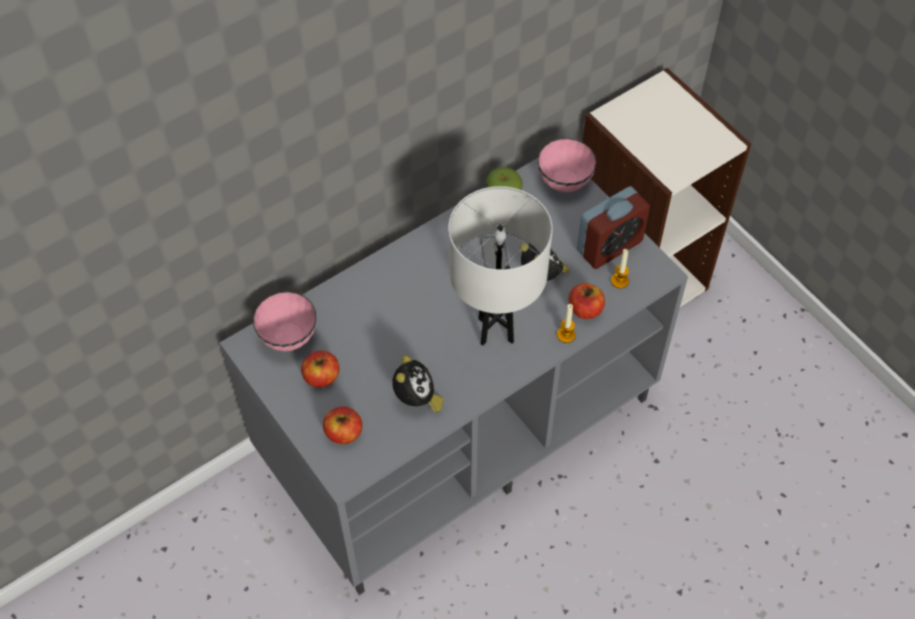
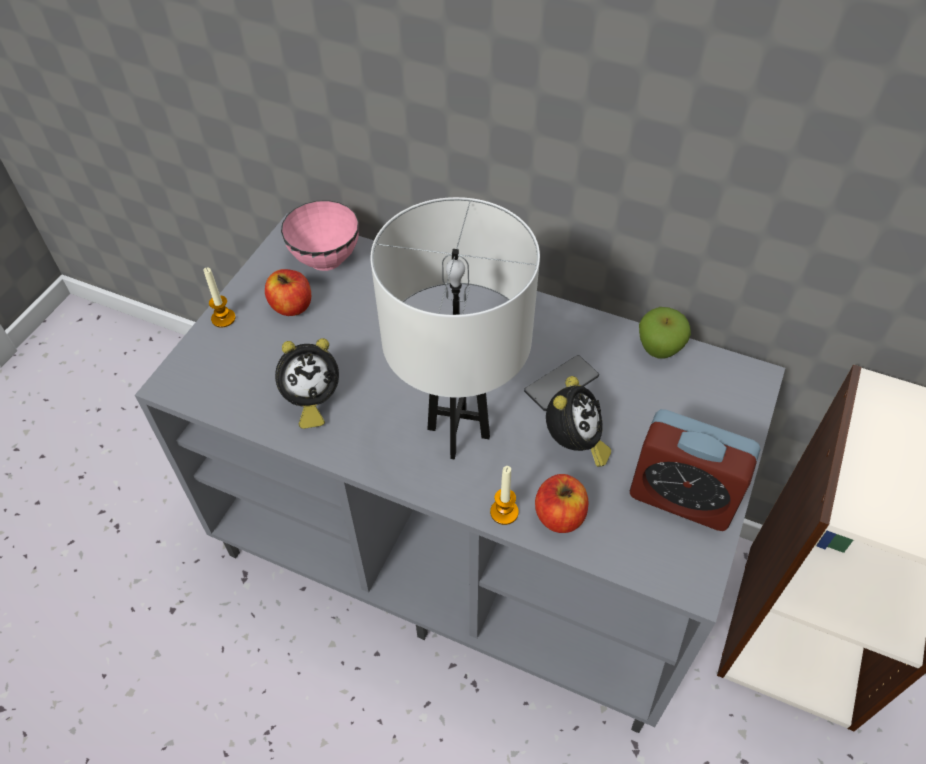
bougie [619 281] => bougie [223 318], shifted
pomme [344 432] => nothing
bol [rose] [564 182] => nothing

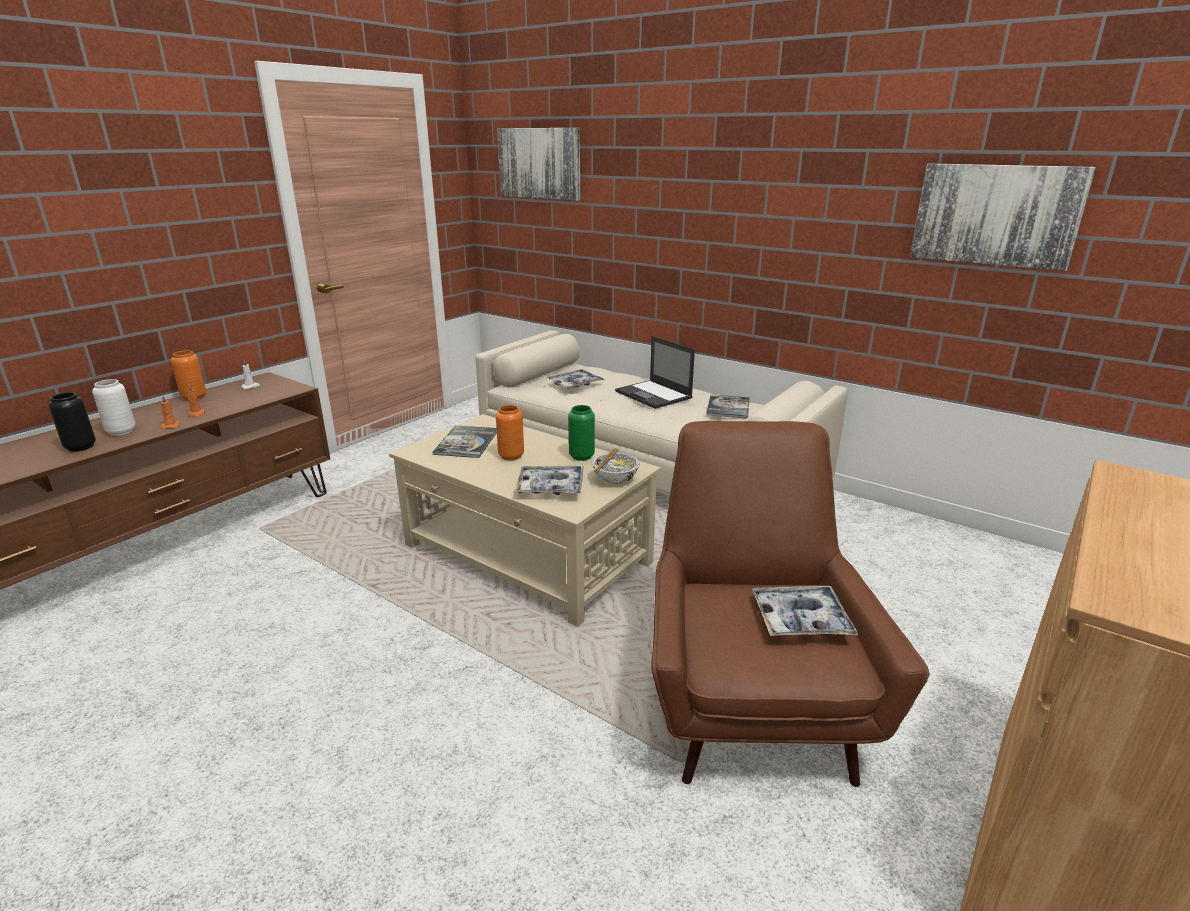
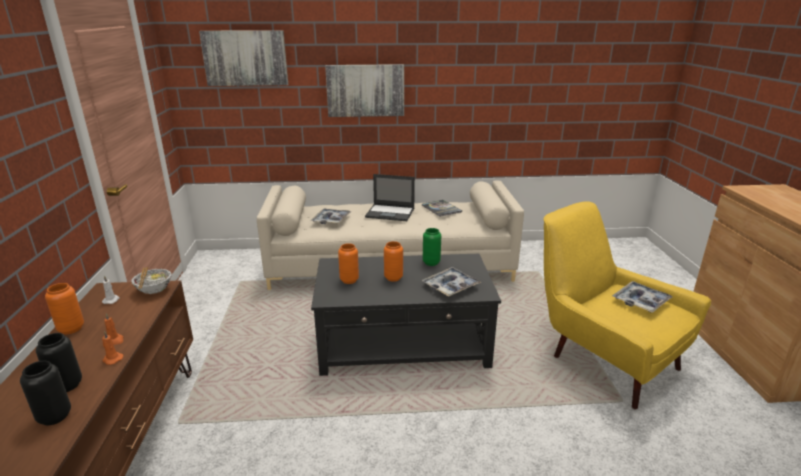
vase [blanc] [121 432] => vase [noir] [67 385]
bol [614 479] => bol [154 290], shifted
table basse [beige] [527 555] => table basse [noir] [404 344]
tableau [996 215] => tableau [365 90], shifted
livre [466 442] => vase [orange] [349 280]
fauteuil [marron] [750 698] => fauteuil [jaune] [603 358]

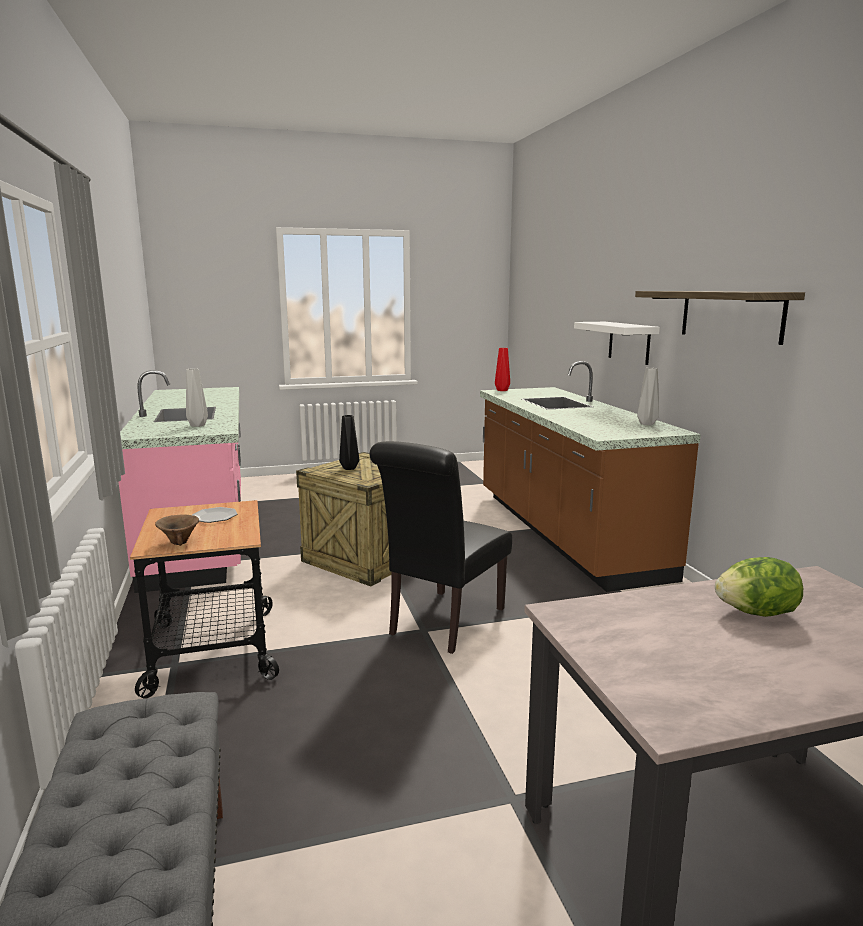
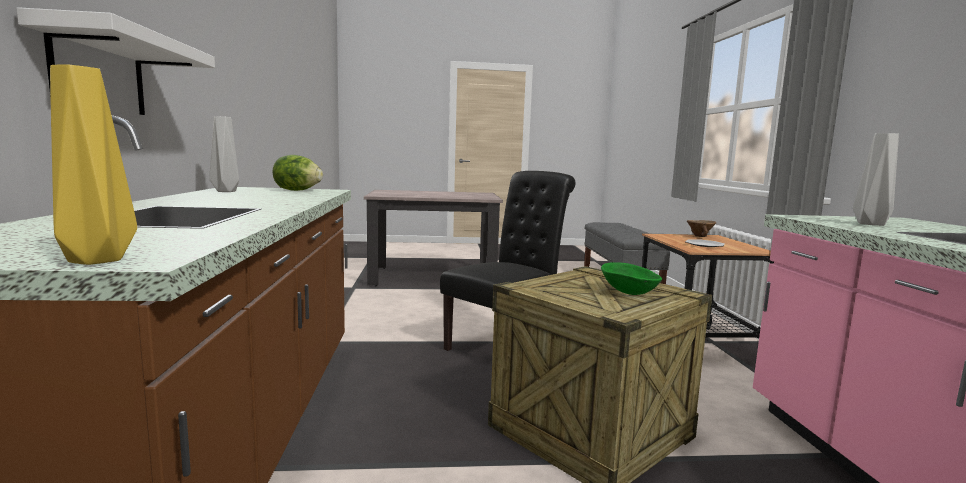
vase [rouge] [501 390] => vase [jaune] [101 260]
laitue [756 613] => laitue [297 190], shifted
vase [noir] [349 468] => bol [vert] [629 293]
étagère [730 315] => nothing

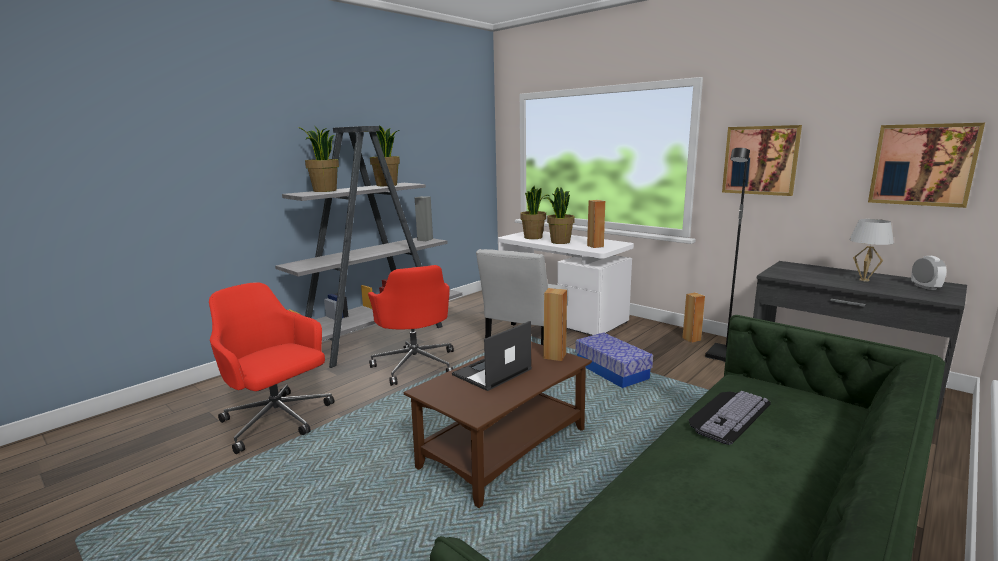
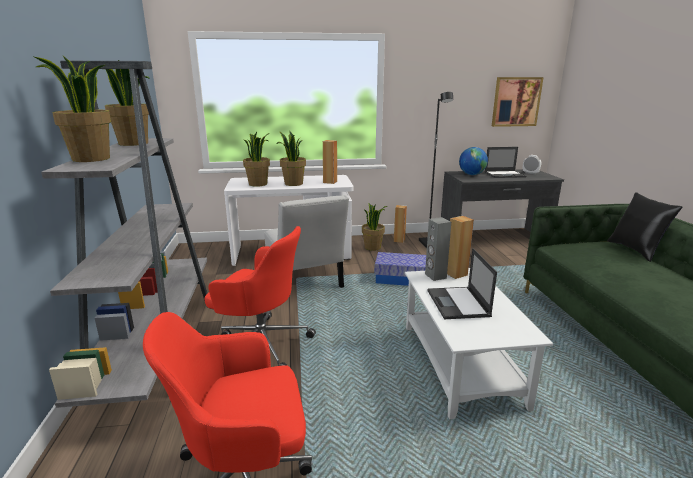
nothing => plante en pot [373 247]
table basse [marron] [504 449] => table basse [blanc] [461 365]
enceinte [gris] [425 239] => enceinte [gris] [435 276], shifted
nothing => globe [471 174]
lampe de table [blanc] [864 280] => ordinateur portable [505 174]
nothing => coussin [noir] [636 250]
clavier [727 414] => nothing
tableau [760 160] => nothing

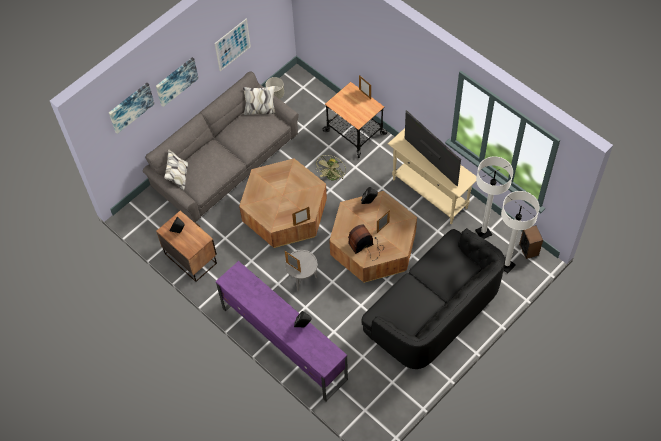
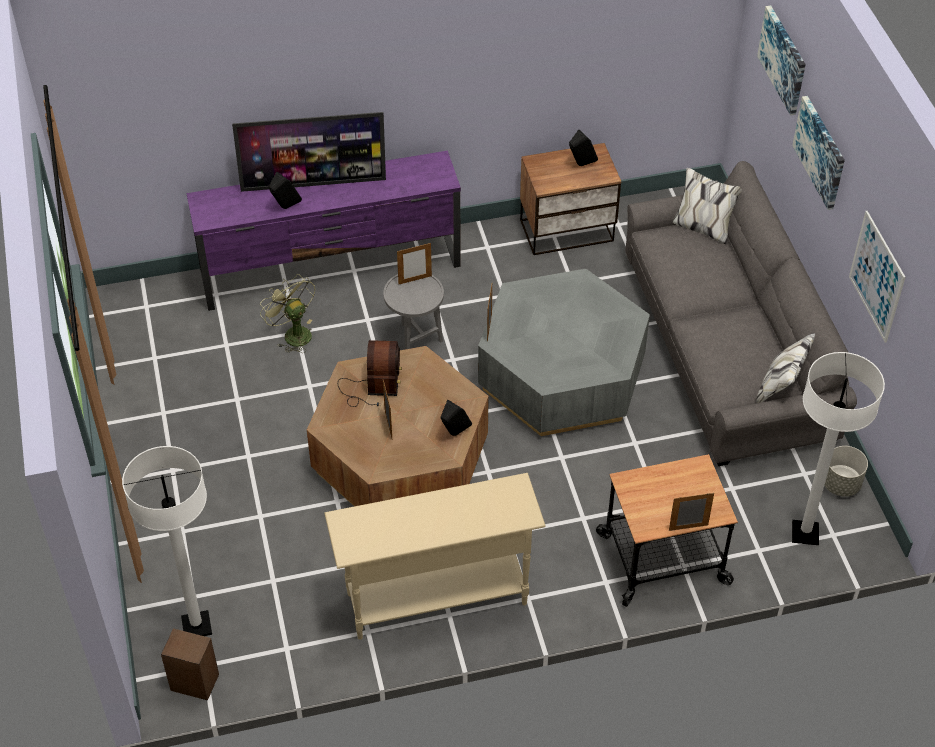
téléviseur [429 162] => téléviseur [313 184], shifted
ventilateur [vert] [332 177] => ventilateur [vert] [293 333], shifted
table basse [marron] [285 212] => table basse [gris] [561 375]
lampadaire [blanc] [483 232] => lampadaire [blanc] [805 533], shifted
canapé [noir] [433 311] => nothing

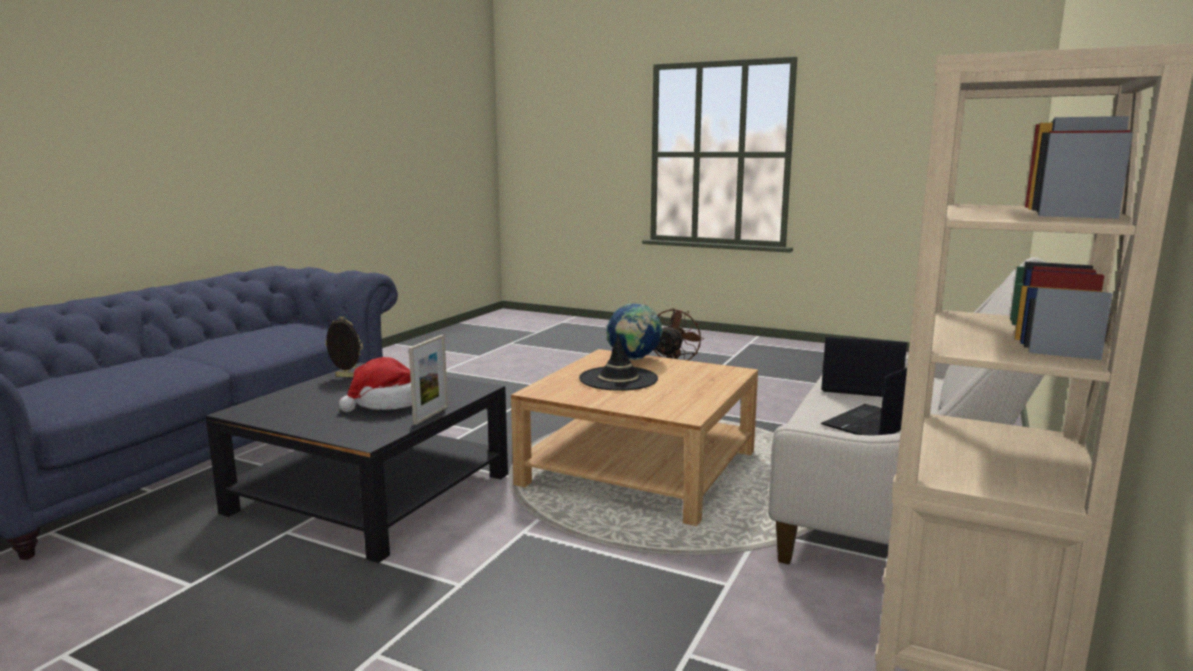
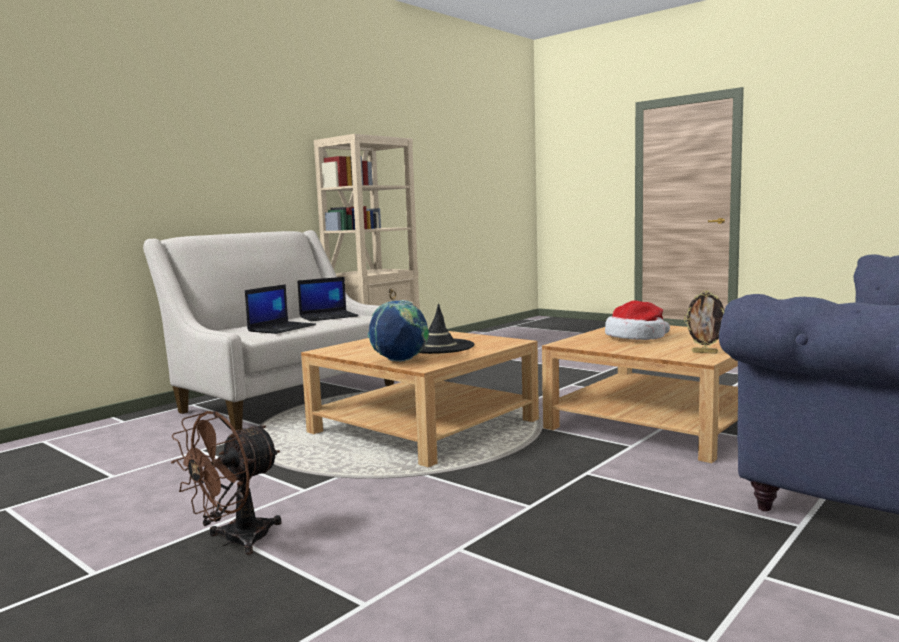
ordinateur portable [858 387] => ordinateur portable [282 328], 90 degrees counterclockwise
table basse [noir] [371 493] => table basse [beige] [659 421]
cadre photo [431 415] => nothing

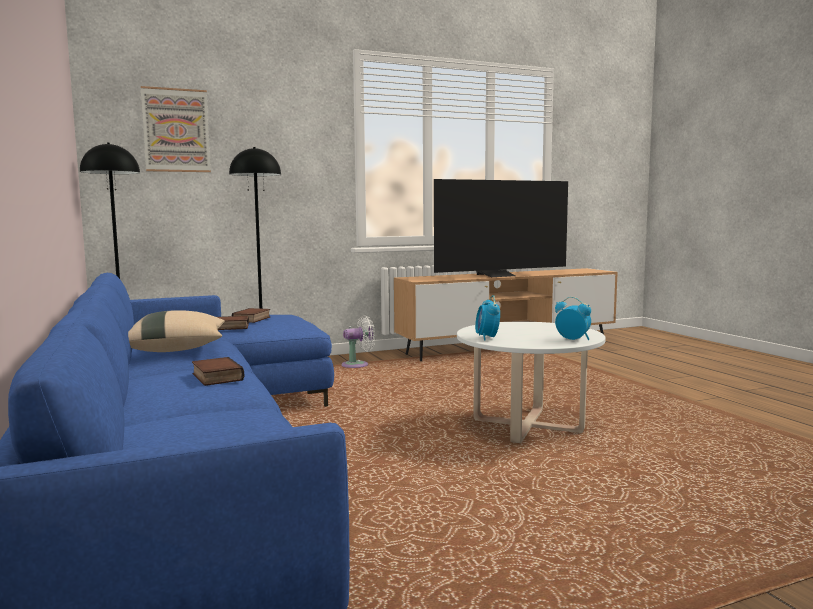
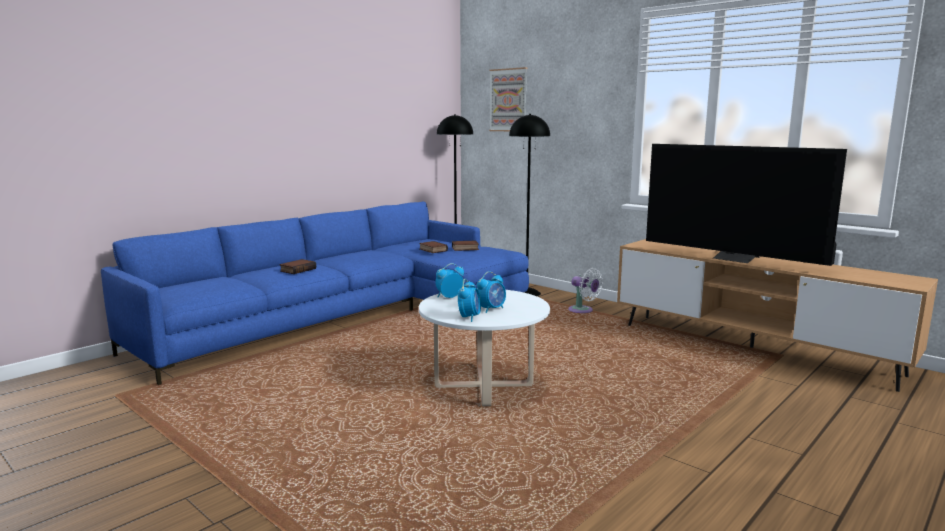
nothing => réveil [491 309]
coussin [beige] [178 349] => nothing

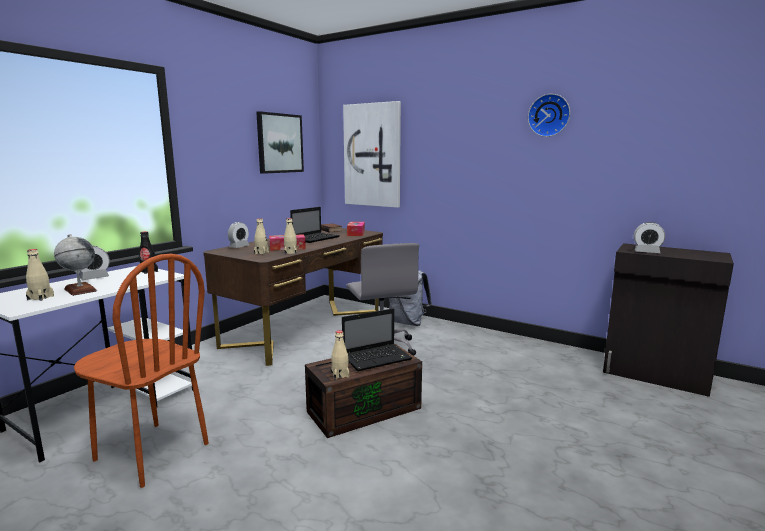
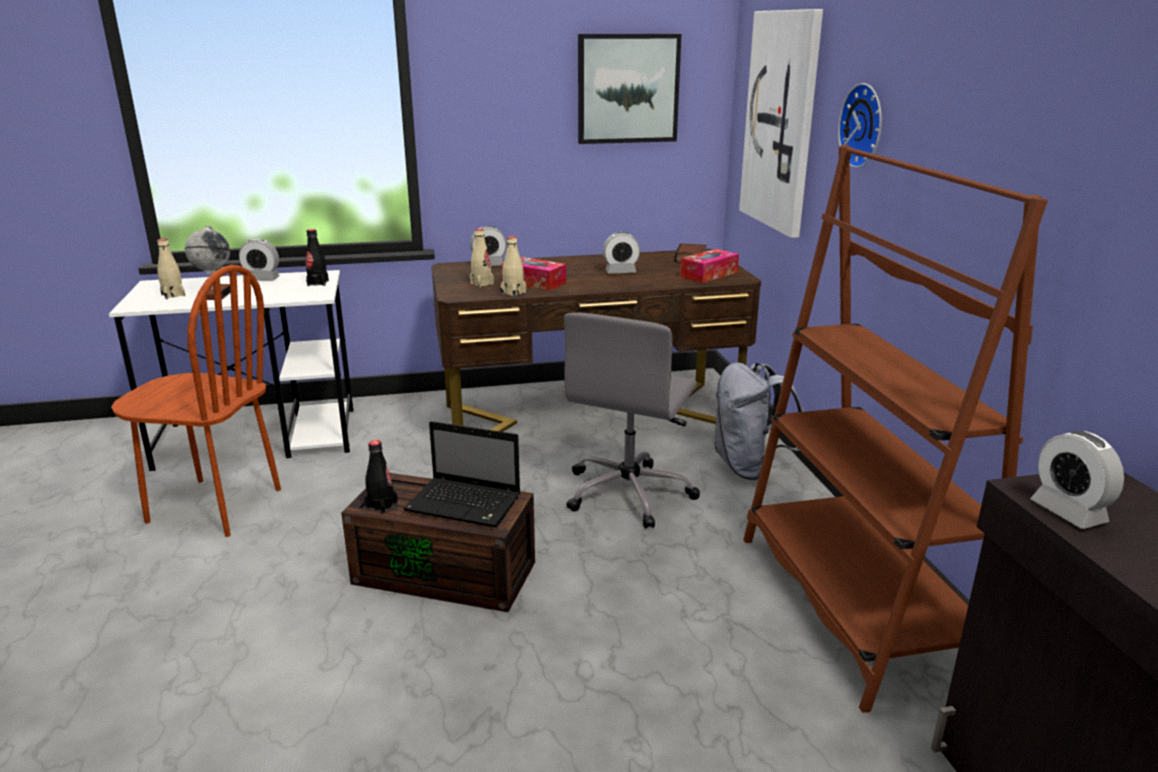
chaise [marron] [151 452] => chaise [marron] [214 506], 60 degrees counterclockwise
bouteille [beige] [340 375] => bouteille [noir] [381 506]
ordinateur portable [316 238] => réveil [620 272]
nothing => bibliothèque [marron] [854 604]
horloge murale [549 115] => horloge murale [865 126], shifted

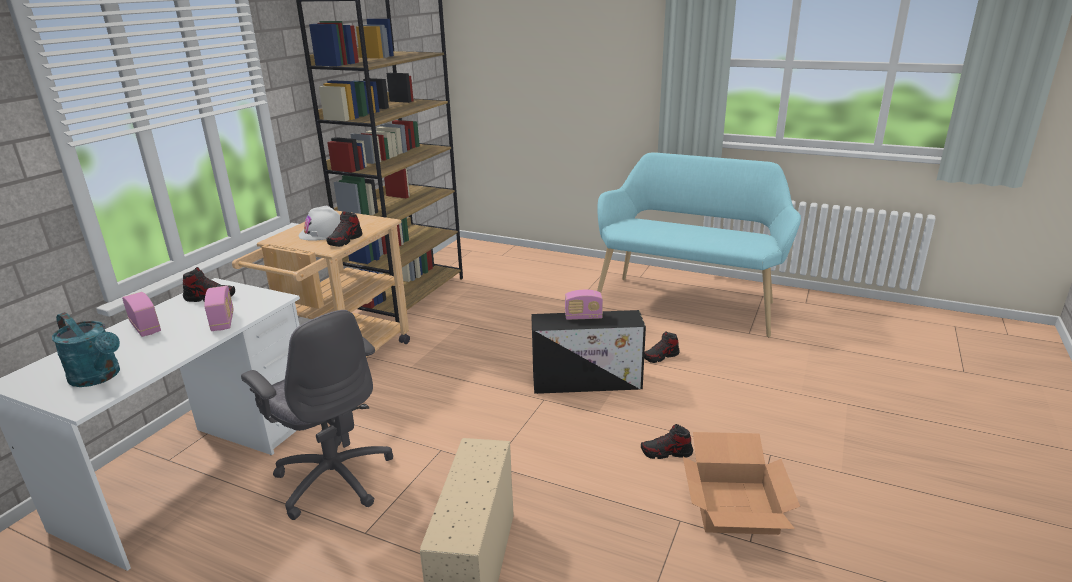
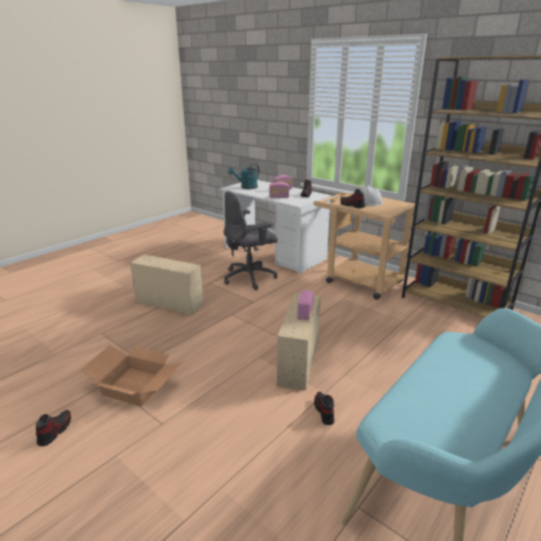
chaussure [666 453] => chaussure [55 431], shifted
boîte de rangement [noir] [588 381] => boîte de rangement [beige] [299 362]

